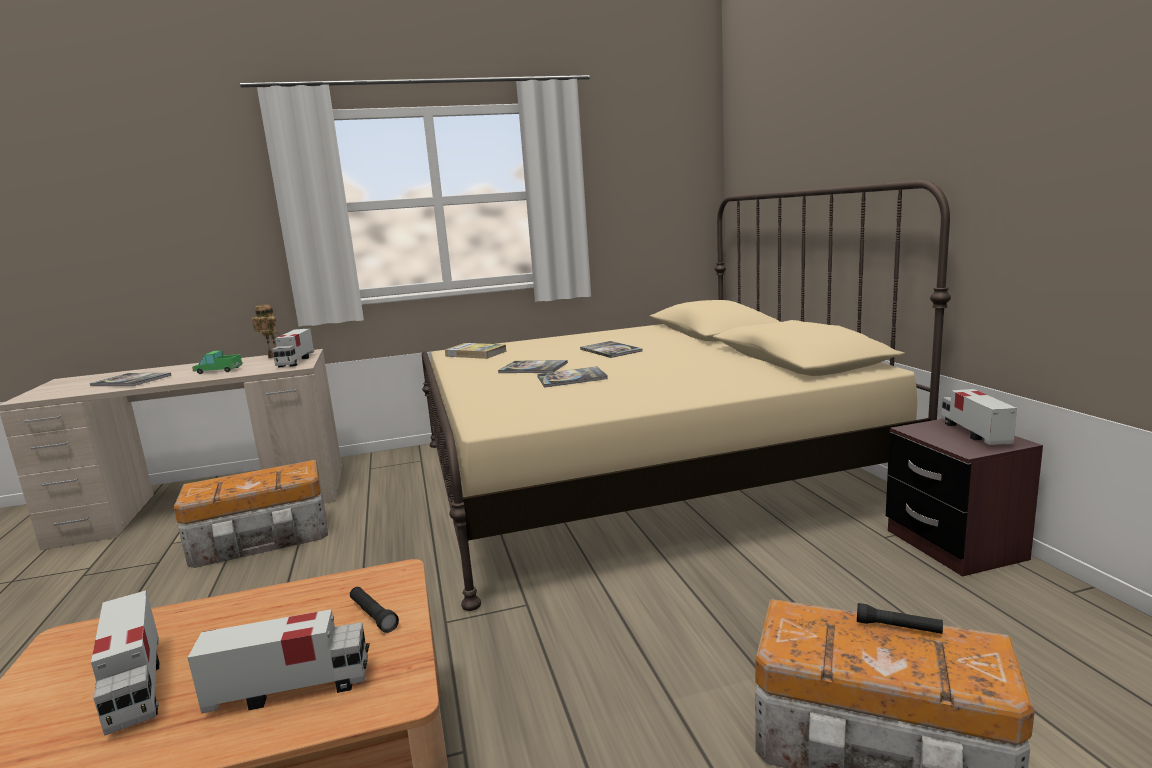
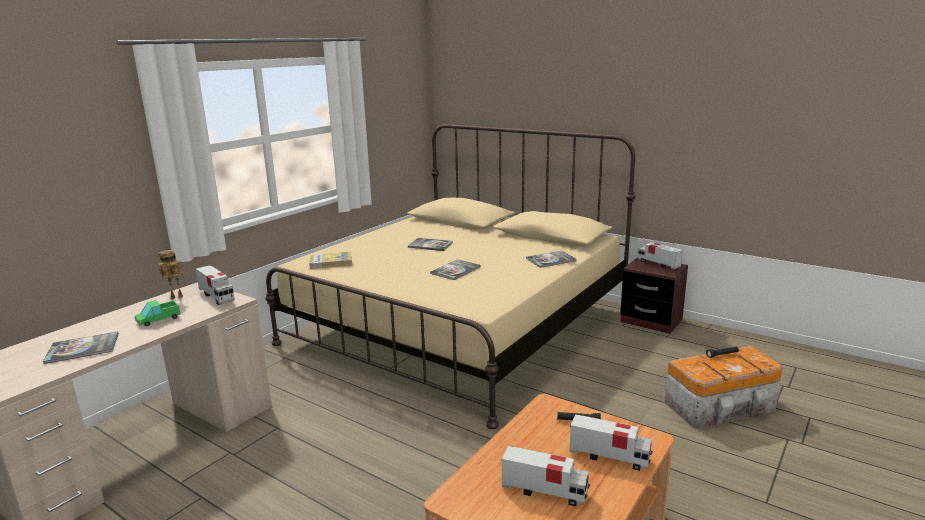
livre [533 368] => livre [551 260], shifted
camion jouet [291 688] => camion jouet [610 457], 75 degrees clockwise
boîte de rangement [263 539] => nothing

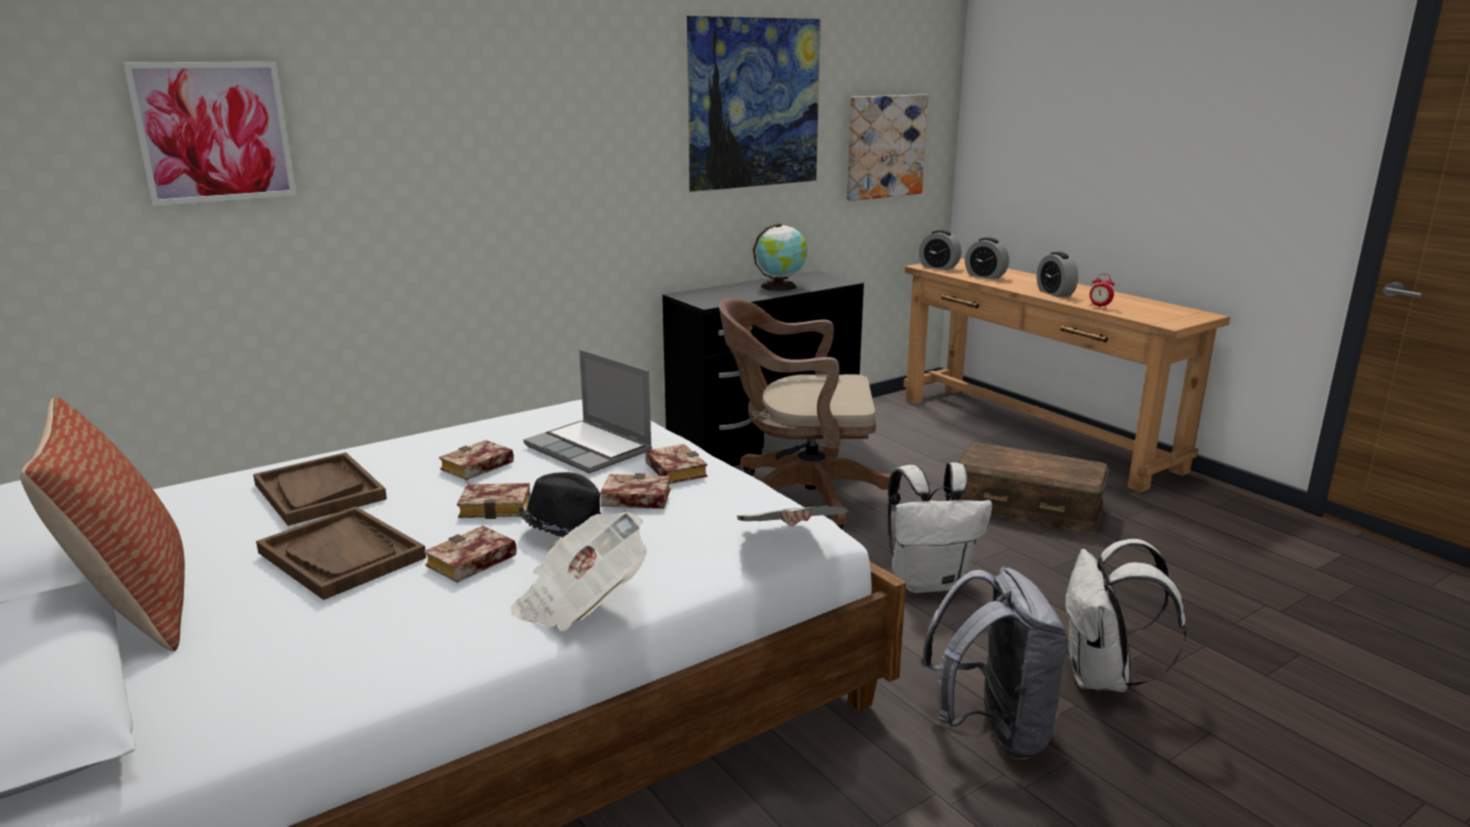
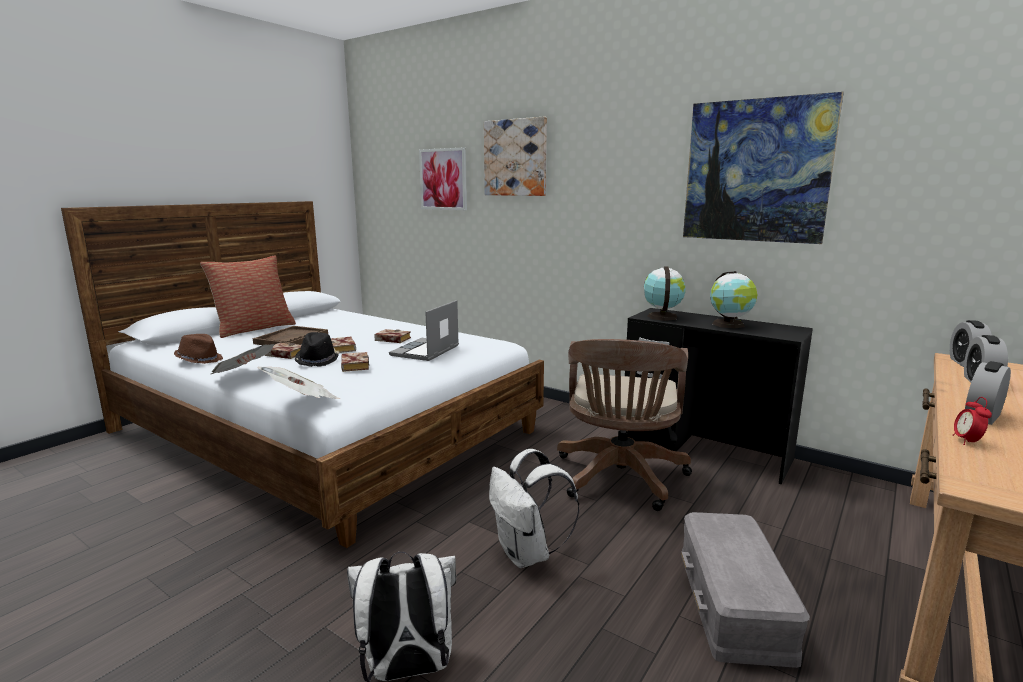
nothing => chapeau [marron] [199 360]
tableau [885 146] => tableau [515 158], shifted
chaise de bureau [marron] [800 499] => chaise de bureau [marron] [620 479], 150 degrees counterclockwise
nothing => globe [662 316]
boîte de rangement [marron] [1028 506] => boîte de rangement [gris] [735 602]
plateau [marron] [319 491] => nothing
livre [673 470] => nothing
sac à dos [gris] [992 731] => nothing

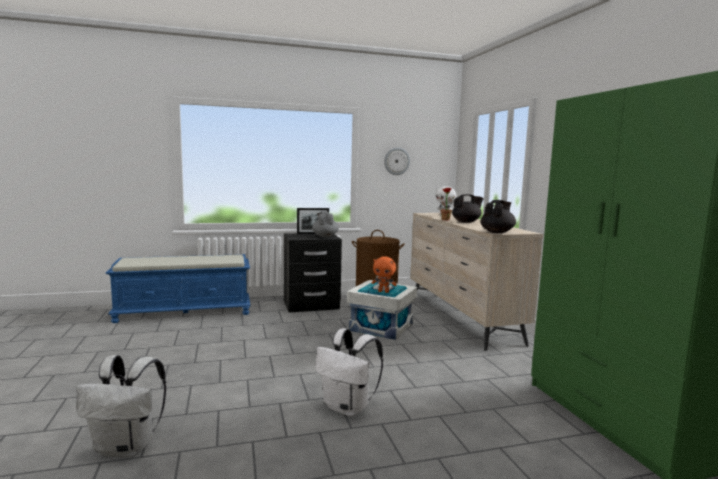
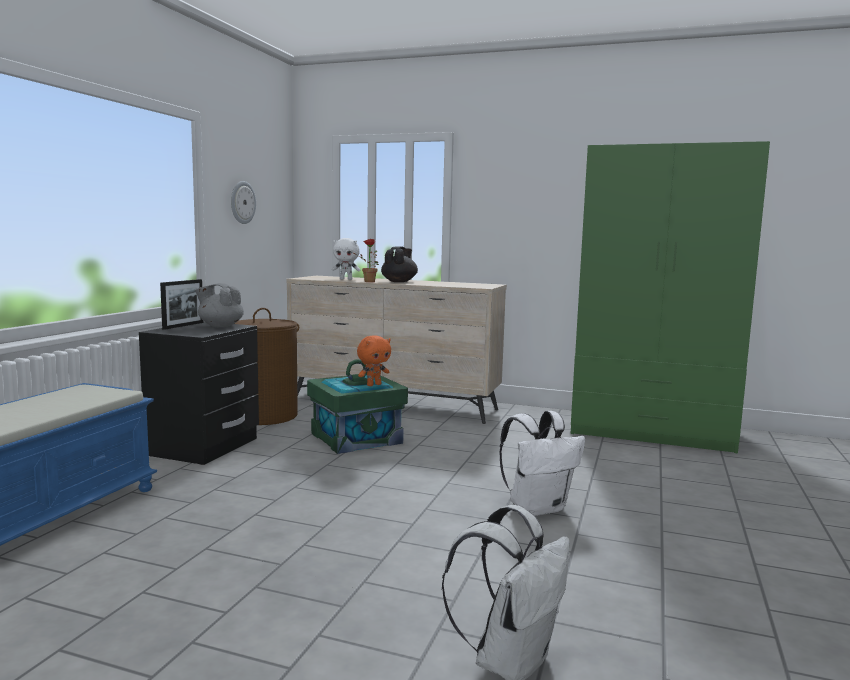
boîte de rangement [blanc] [381 327] => boîte de rangement [vert] [356 438]
théière [noir] [497 232] => nothing

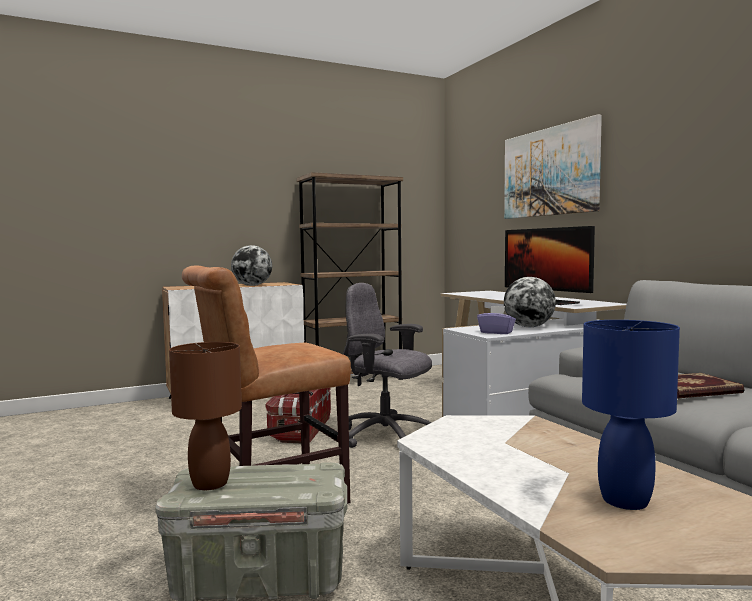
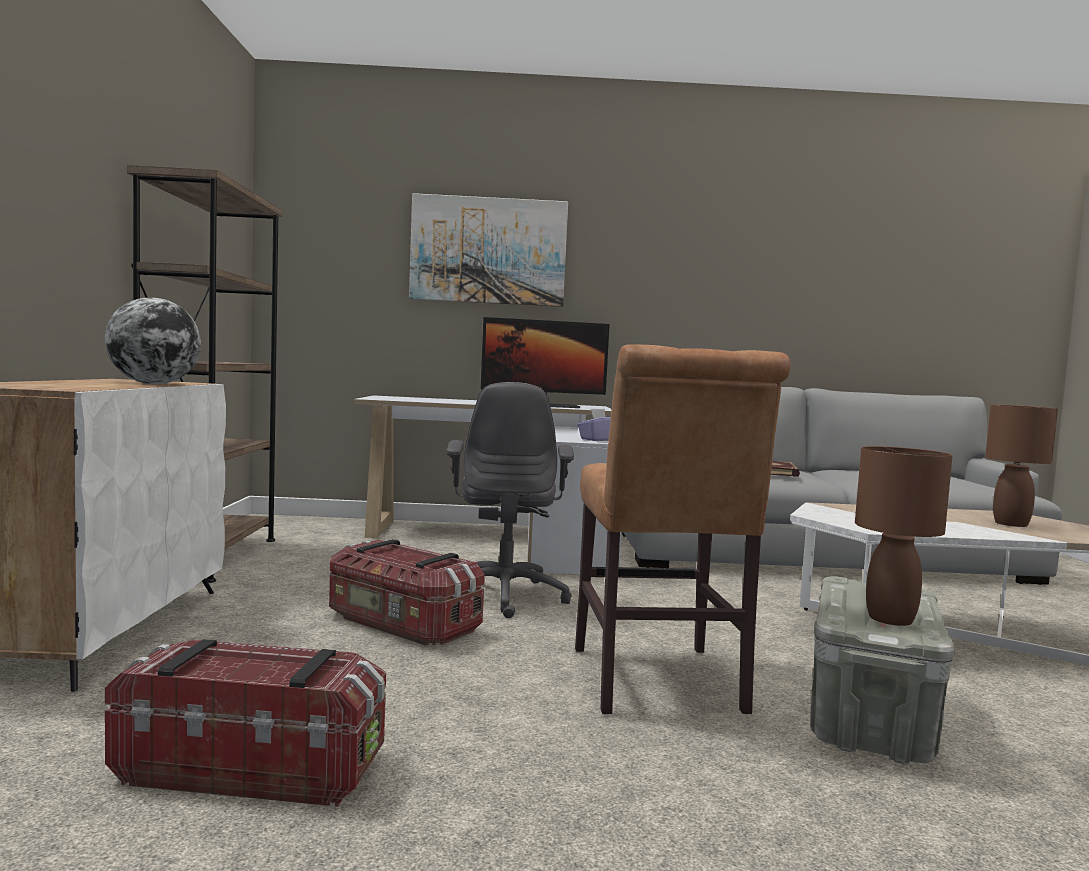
nothing => boîte de rangement [253 767]
chaise de bureau [gris] [386 436] => chaise de bureau [gris] [505 596], 60 degrees counterclockwise
lampe de table [bleu] [625 501] => lampe de table [marron] [1011 524]
globe [529 327] => nothing

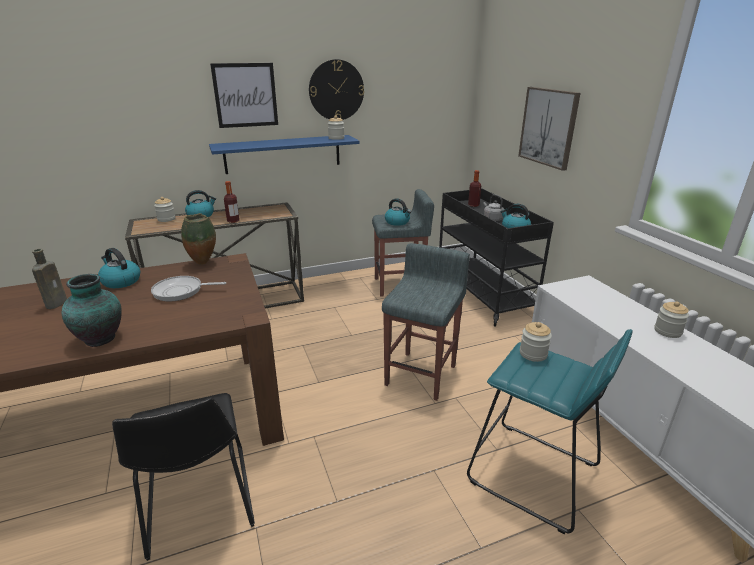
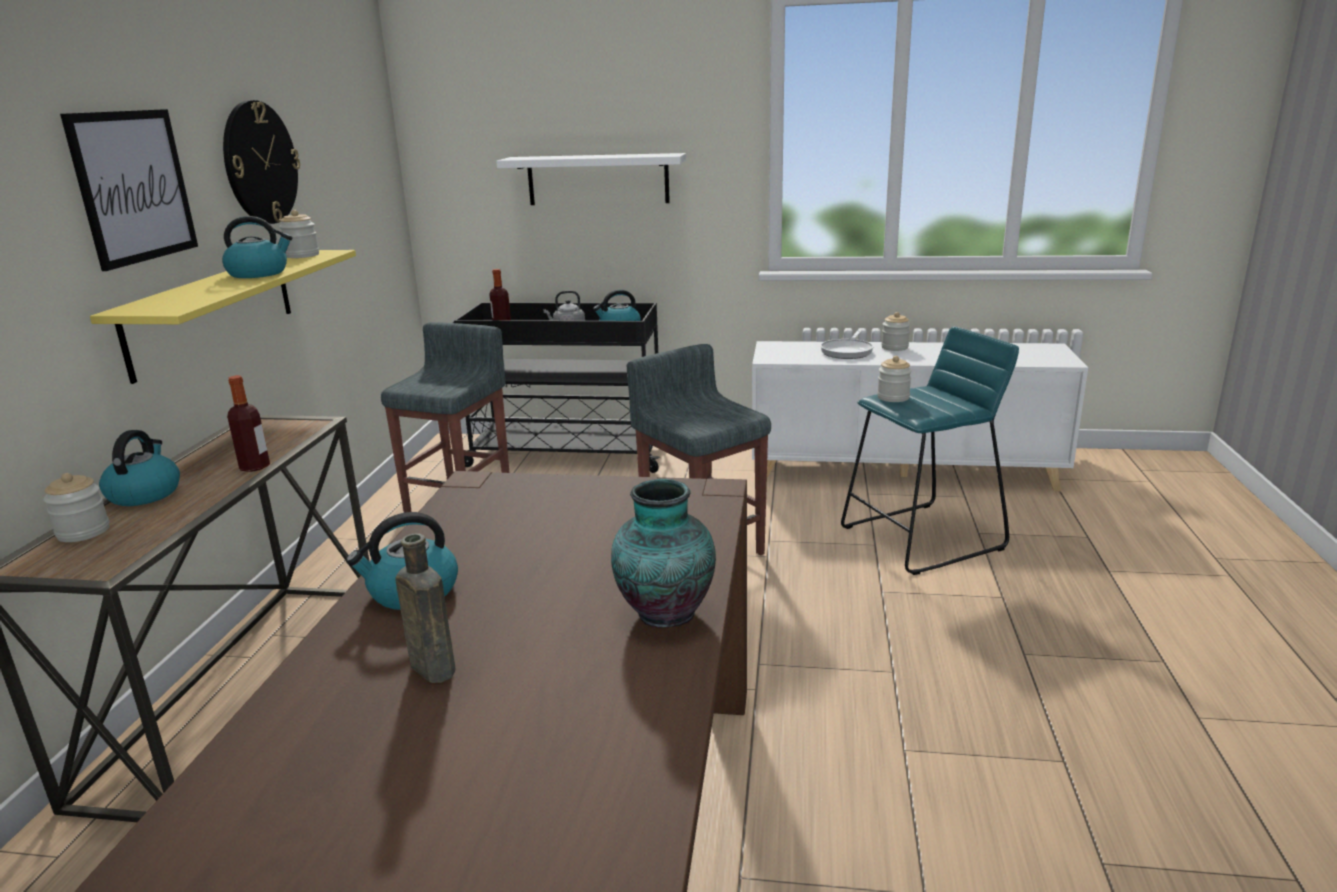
étagère [bleu] [283 154] => étagère [jaune] [213 311]
bouilloire [397 222] => bouilloire [259 273], shifted
tableau [548 127] => étagère [blanc] [598 179]
poêle [181 291] => poêle [847 351], shifted
chaise [noir] [199 503] => nothing
vase [204 263] => nothing

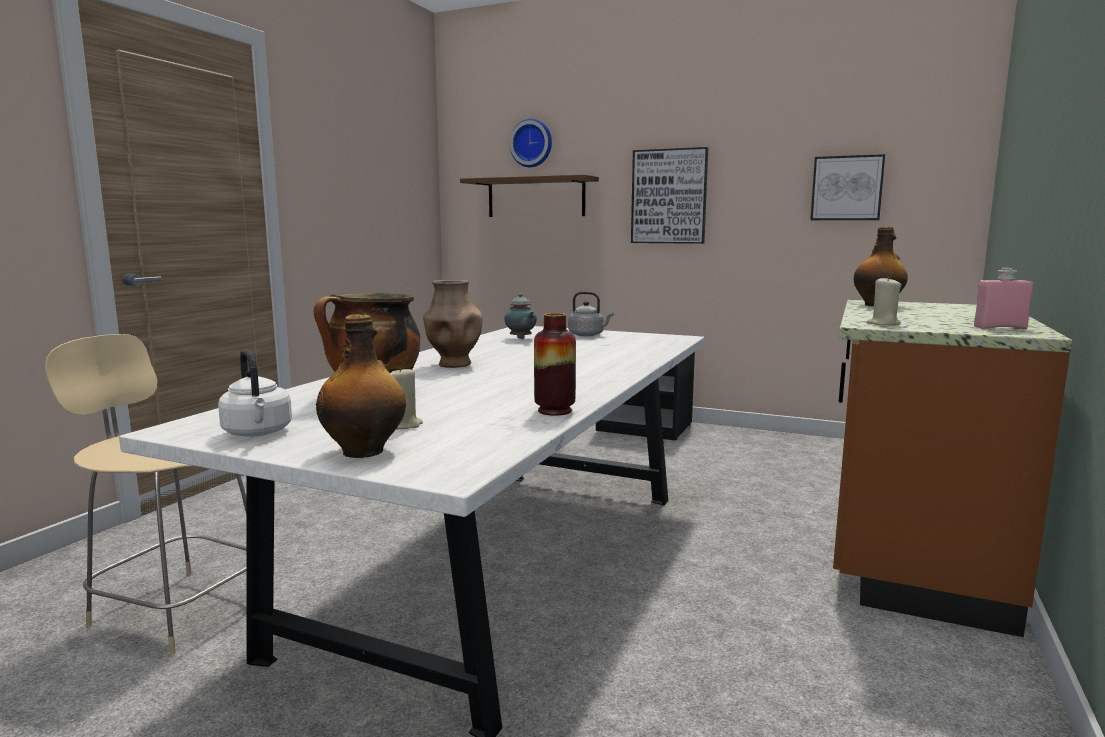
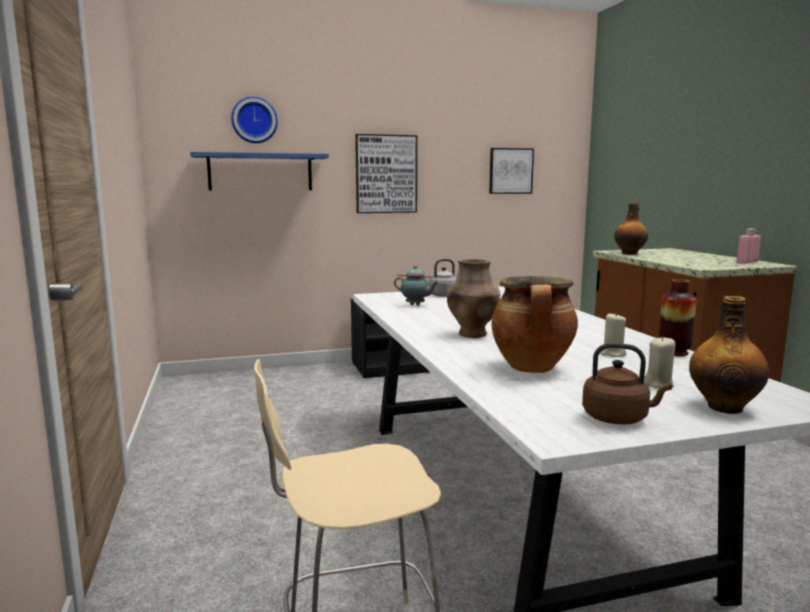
étagère [marron] [536 197] => étagère [bleu] [260 172]
bouilloire [blanc] [258 433] => bouilloire [marron] [618 418]
bougie [beige] [883 324] => bougie [beige] [612 354], shifted

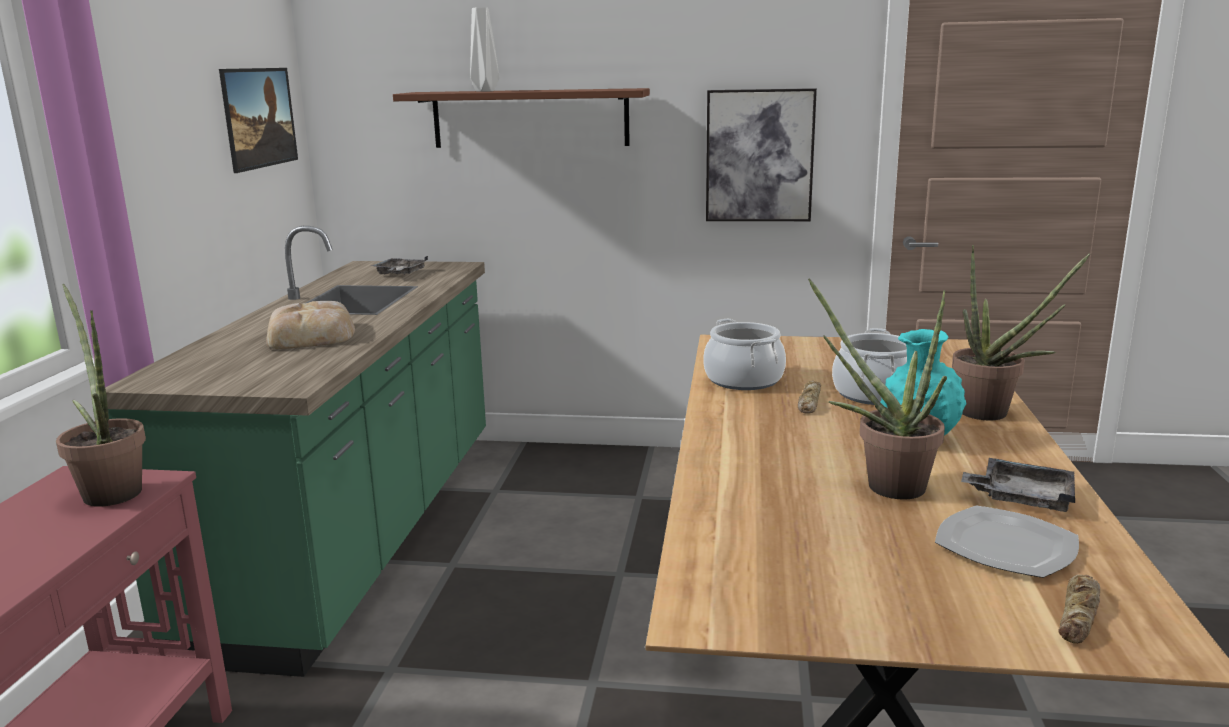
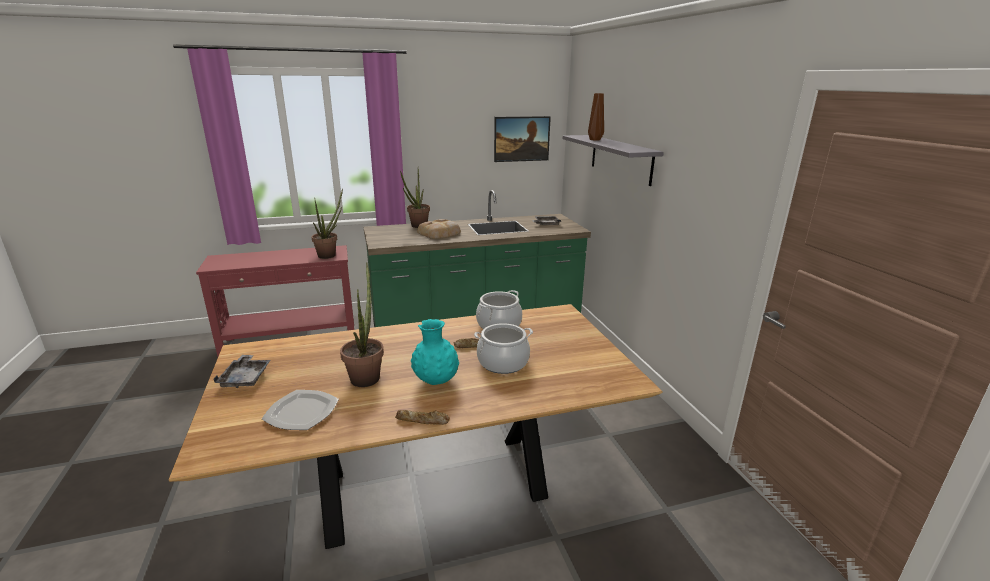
plateau [gris] [1021 497] => plateau [gris] [246 378], shifted
pain [1079 615] => pain [422 421], shifted
plante en pot [993 415] => plante en pot [417 226], shifted
étagère [marron] [530 118] => étagère [gris] [620 158]
vase [gris] [485 91] => vase [marron] [594 140]
tableau [759 156] => nothing

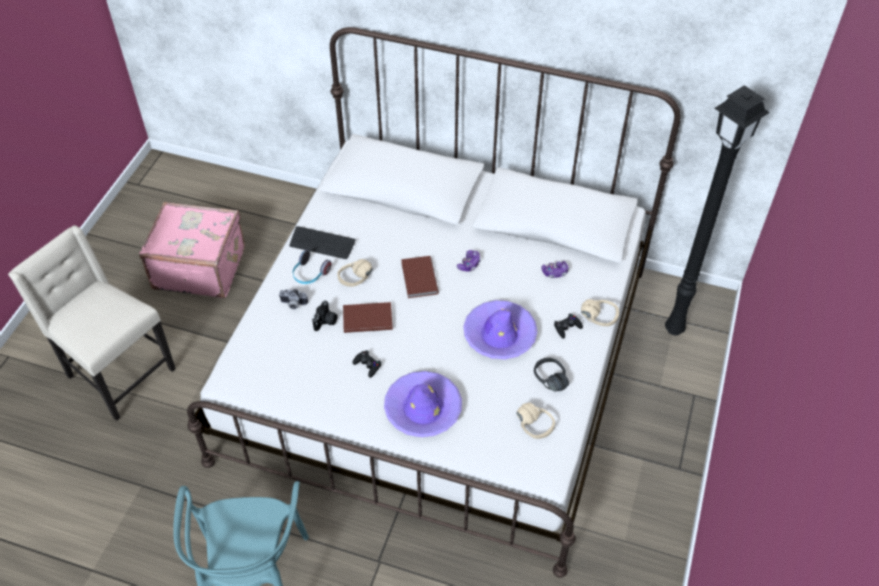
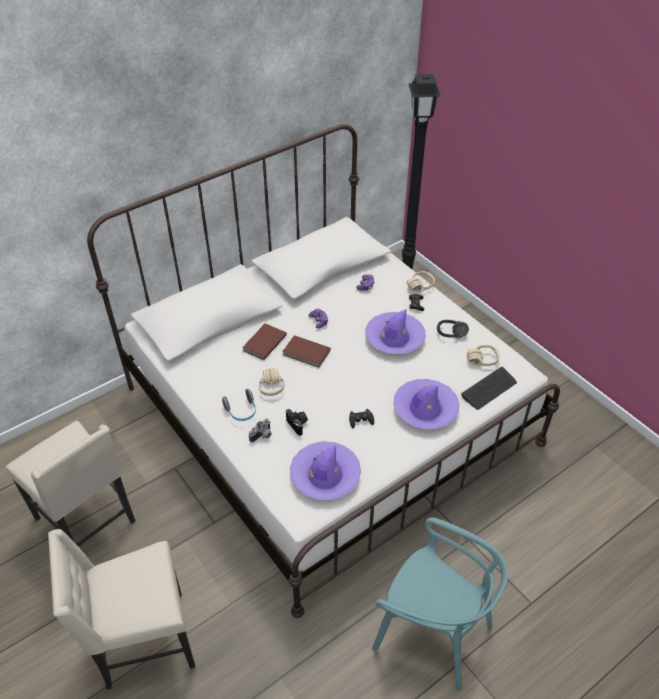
valise [rose] [200 267] => chaise [beige] [88 520]
livre [marron] [367 318] => livre [marron] [263 343], shifted
nothing => chapeau [violet] [325 475]
clavier [322 244] => clavier [489 389], shifted

